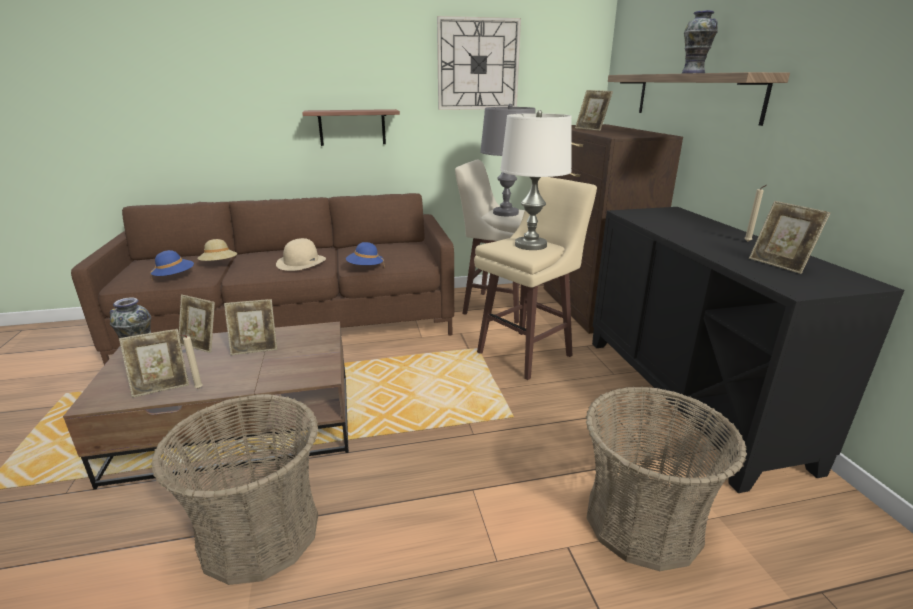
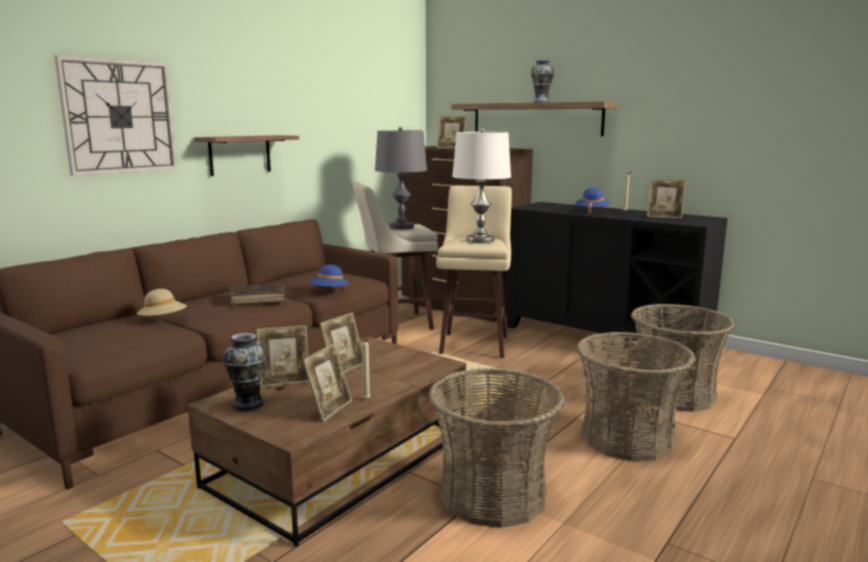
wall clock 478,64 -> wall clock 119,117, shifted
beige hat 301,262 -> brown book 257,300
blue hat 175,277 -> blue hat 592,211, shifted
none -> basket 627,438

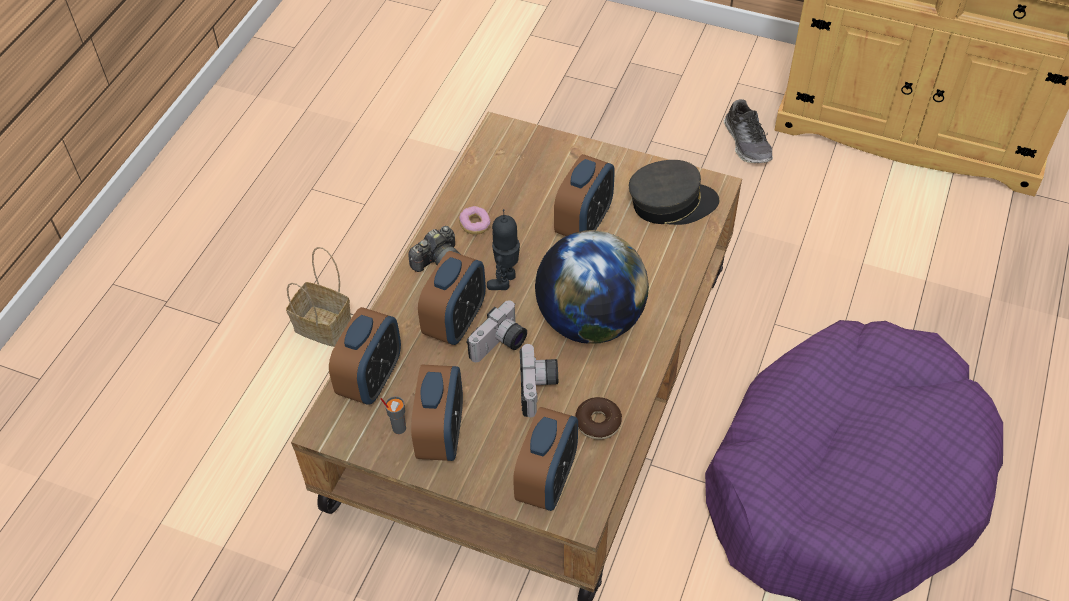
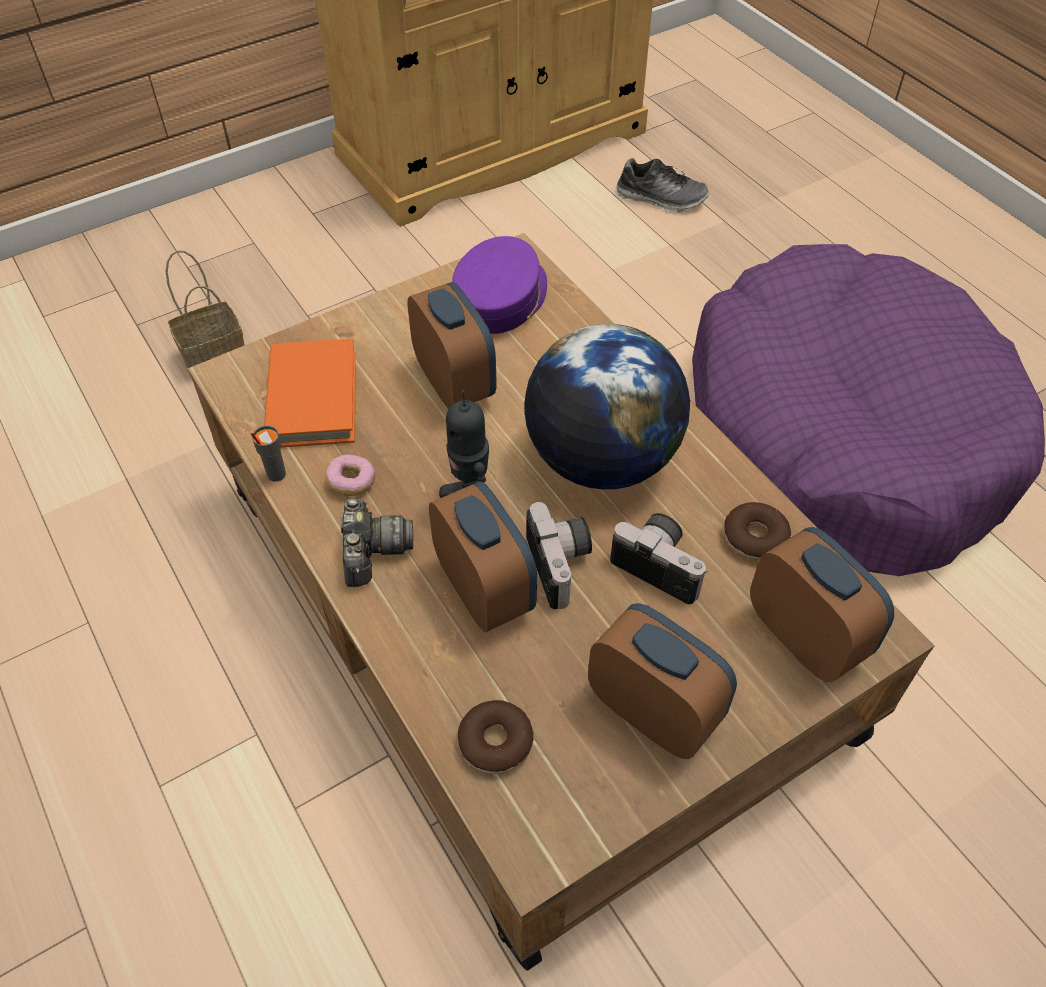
shoe 747,143 -> shoe 660,198, shifted
grey cap 671,203 -> purple cap 502,300
basket 325,326 -> basket 216,356, shifted
alarm clock 371,379 -> donut 495,742
grey cup 398,428 -> grey cup 276,474, shifted
none -> orange book 312,398

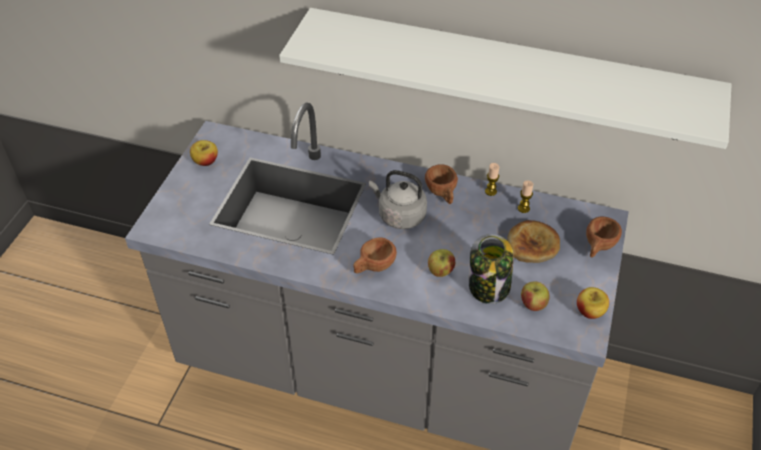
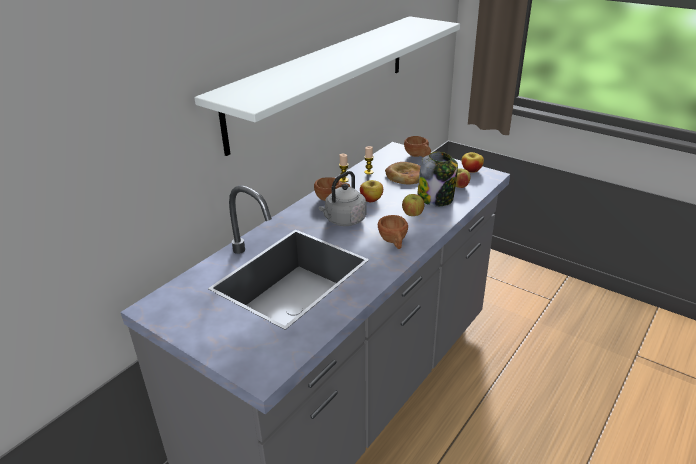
apple 205,161 -> apple 371,199, shifted

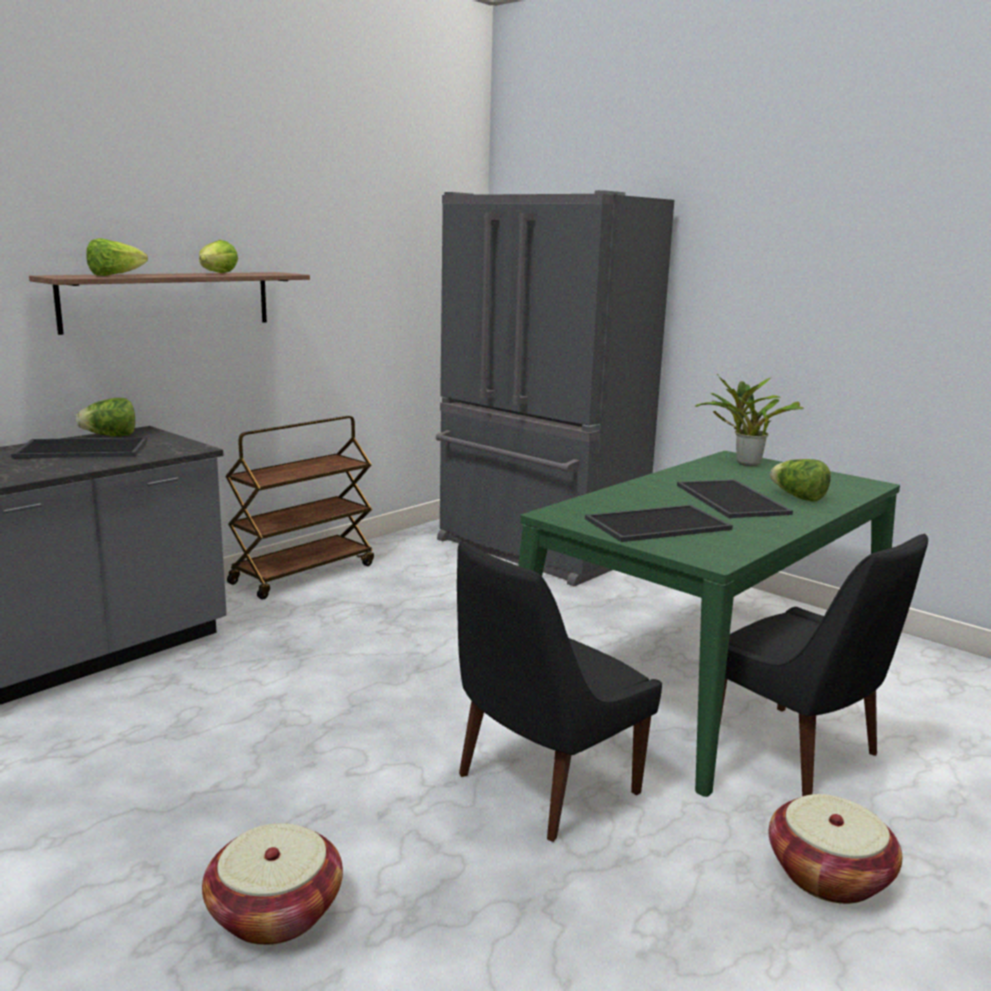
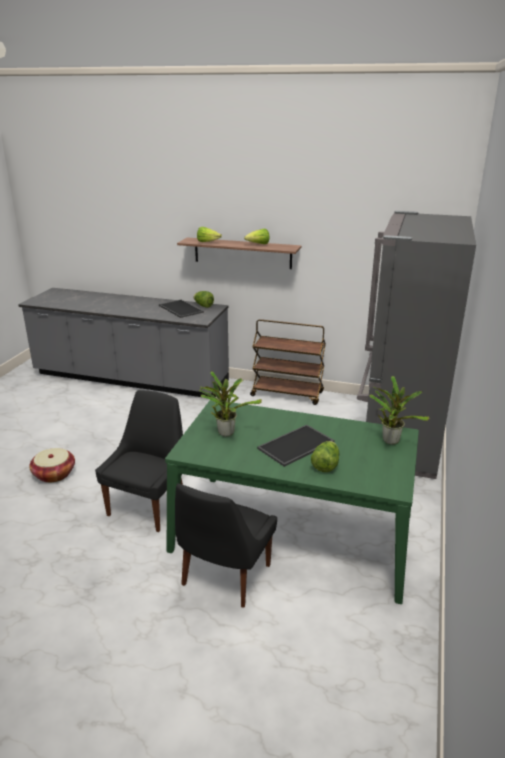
tray 657,525 -> potted plant 225,432
black chair 542,786 -> black chair 149,506, 90 degrees clockwise
basket 828,875 -> none

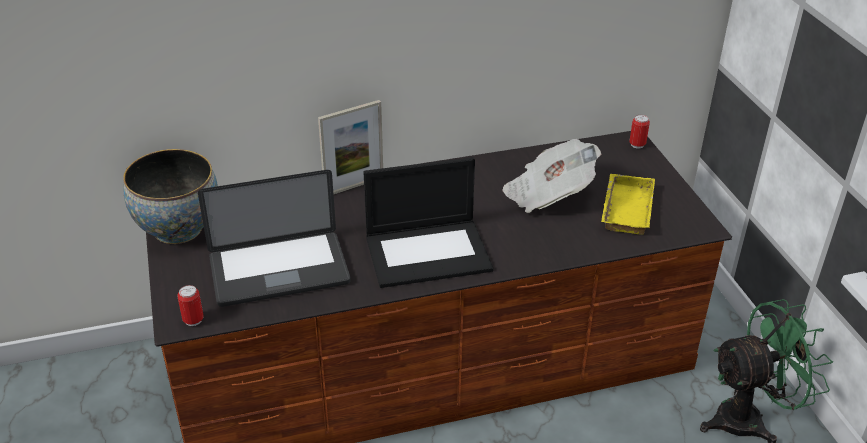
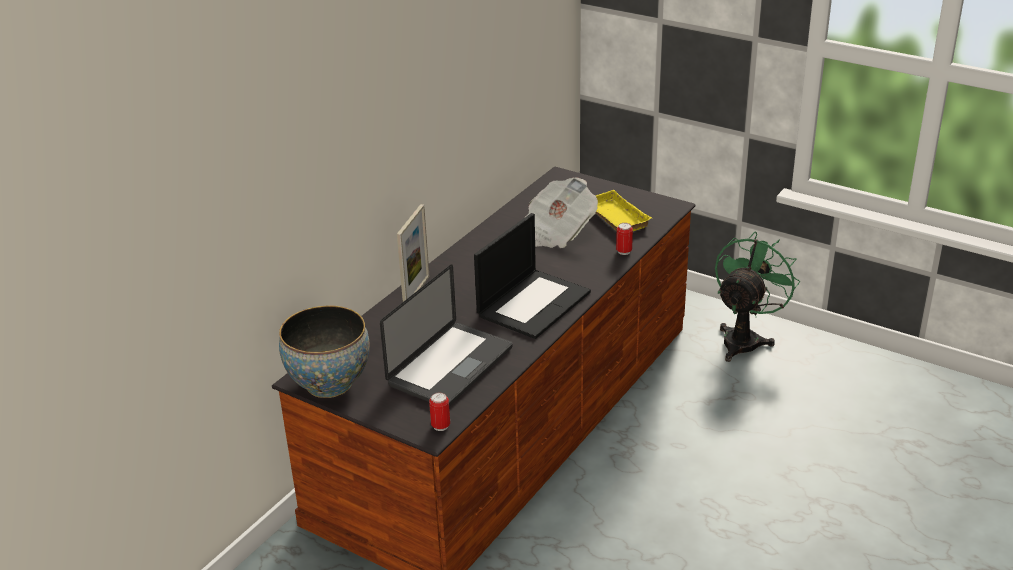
can 637,145 -> can 624,251, shifted

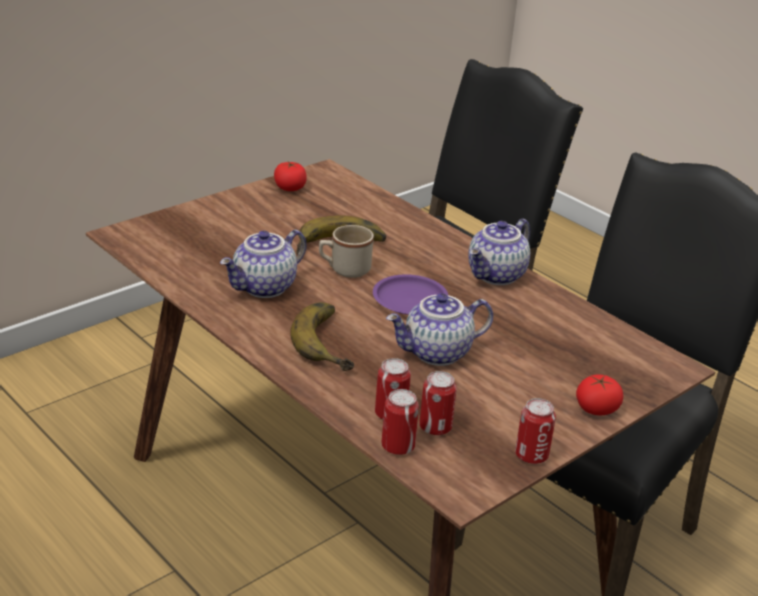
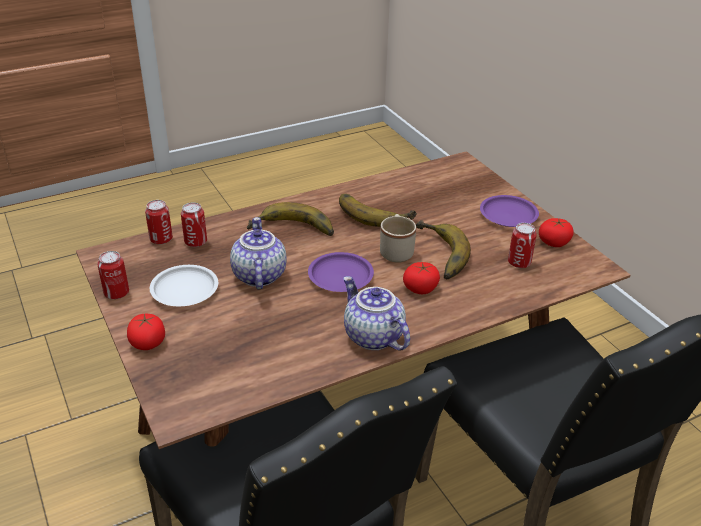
teapot 265,288 -> banana 374,212
can 435,427 -> can 519,263, shifted
none -> purple plate 508,215
none -> tomato 420,288
none -> white plate 185,289

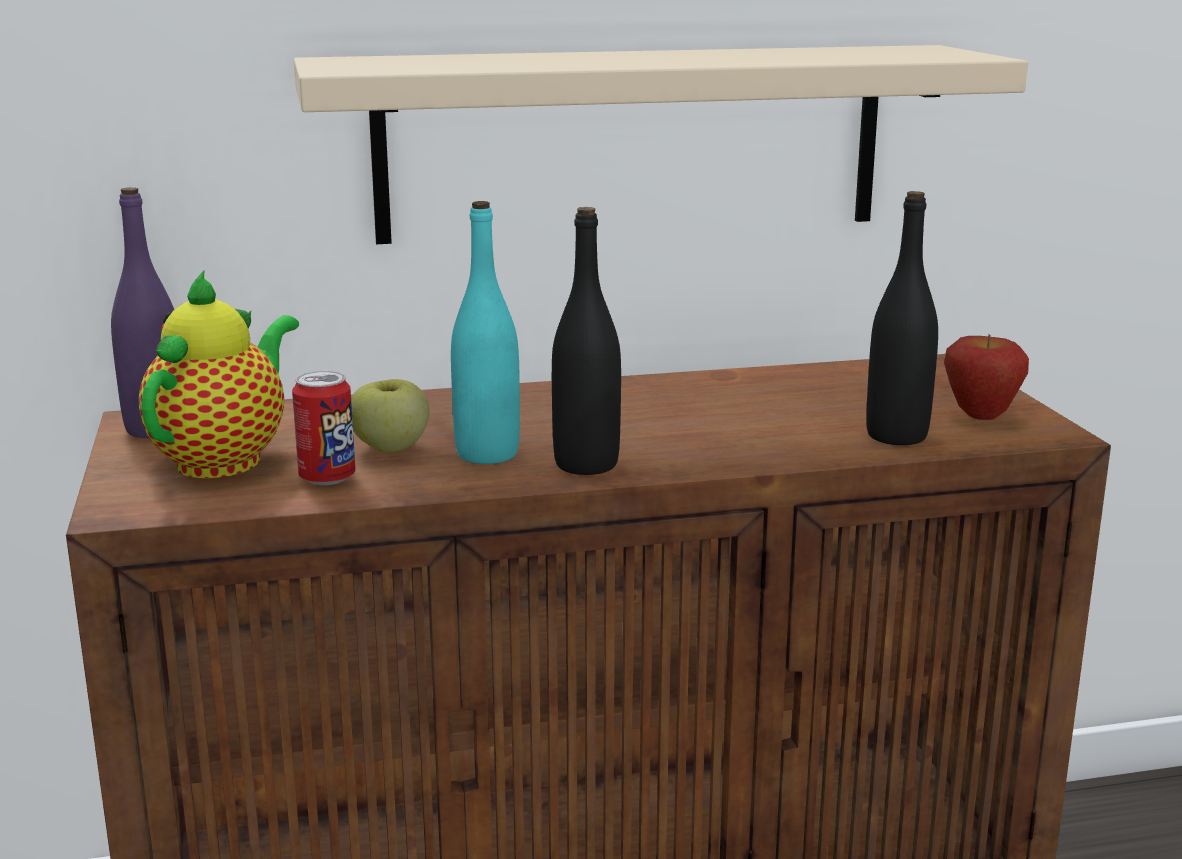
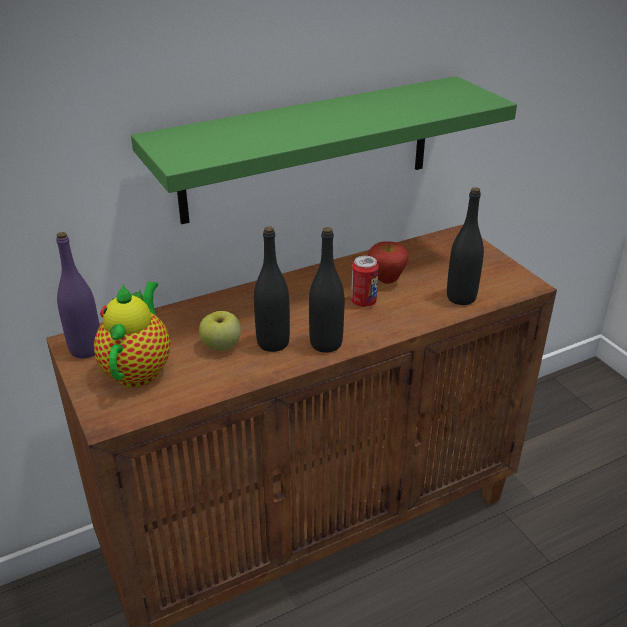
beige shelf 631,142 -> green shelf 308,149
turquoise bottle 487,454 -> black bottle 273,343
apple 980,417 -> apple 386,281, shifted
can 327,478 -> can 363,302, shifted

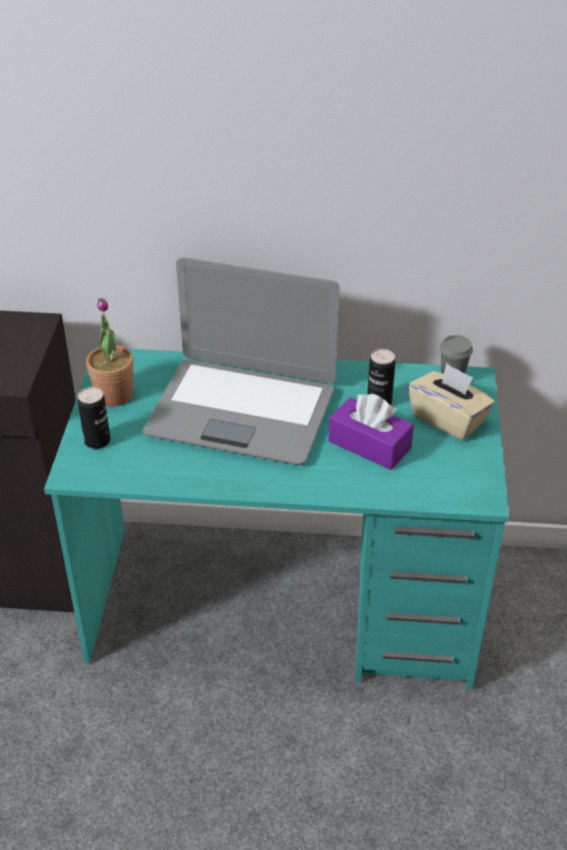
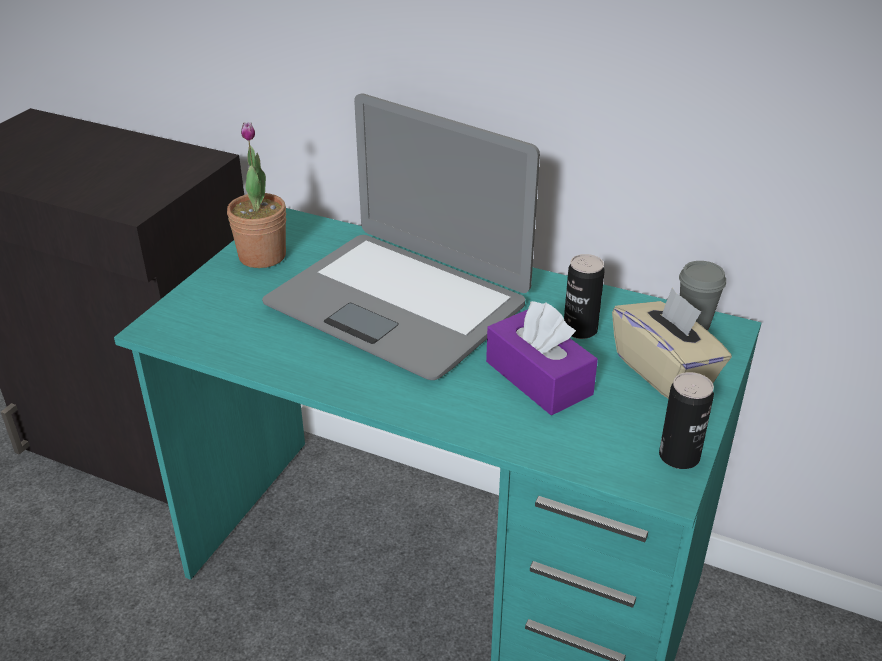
can 97,441 -> can 679,456, shifted

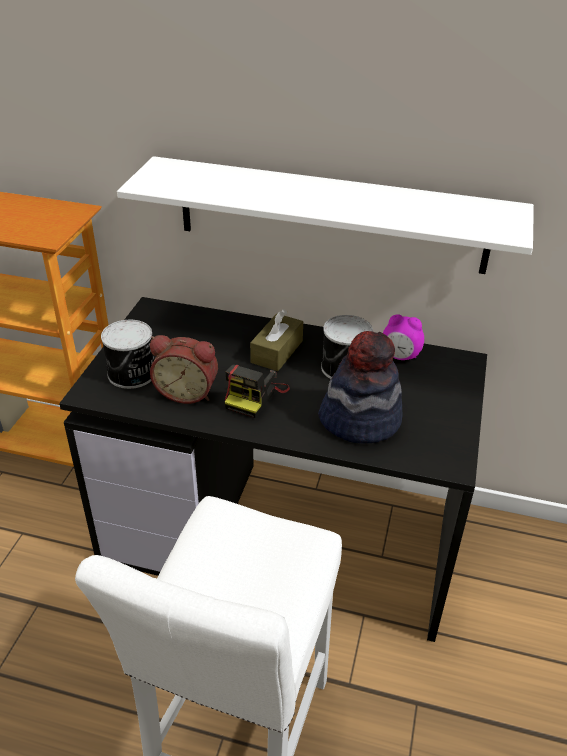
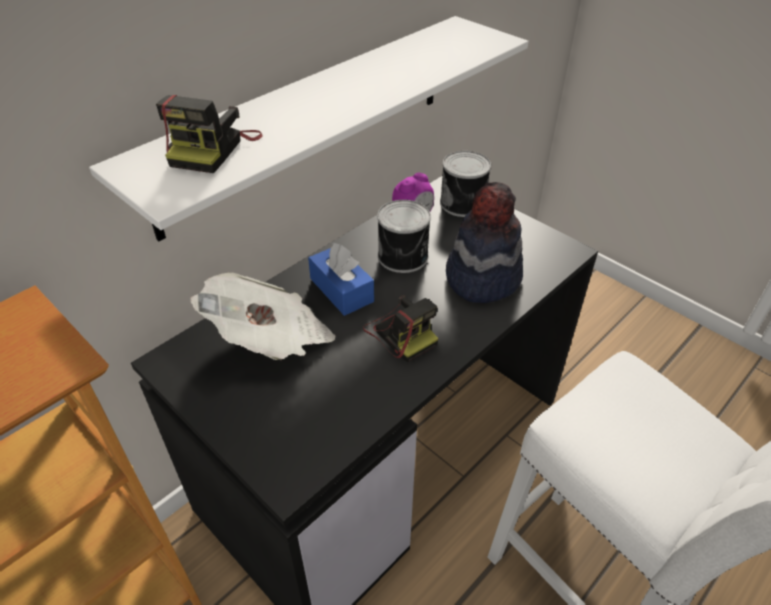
brown tissue box 277,351 -> blue tissue box 341,290
can 132,374 -> can 464,203, shifted
alarm clock 187,391 -> none
none -> photo camera 213,148
none -> newspaper 271,339

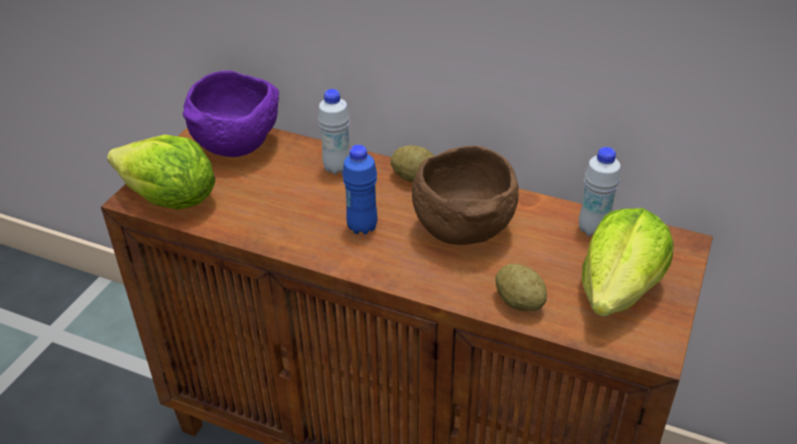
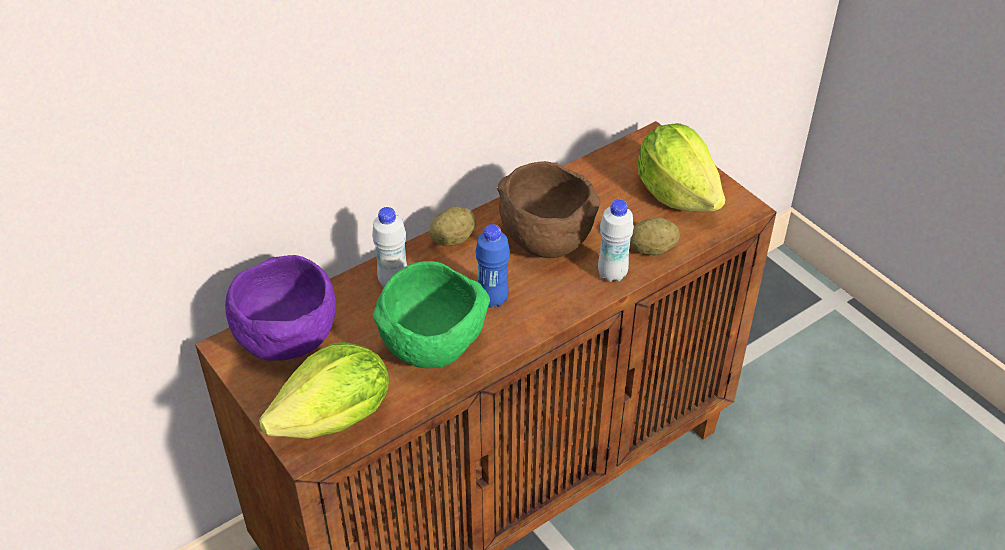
white bottle 593,229 -> white bottle 612,274, shifted
none -> green bowl 433,345

